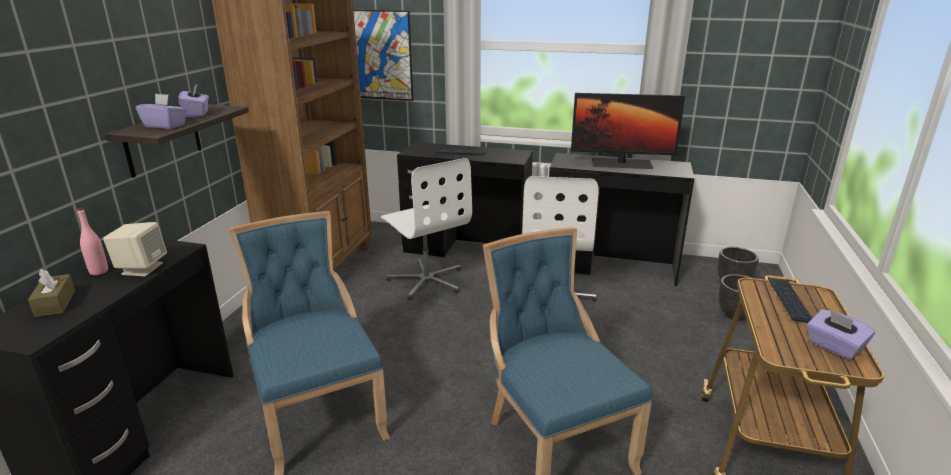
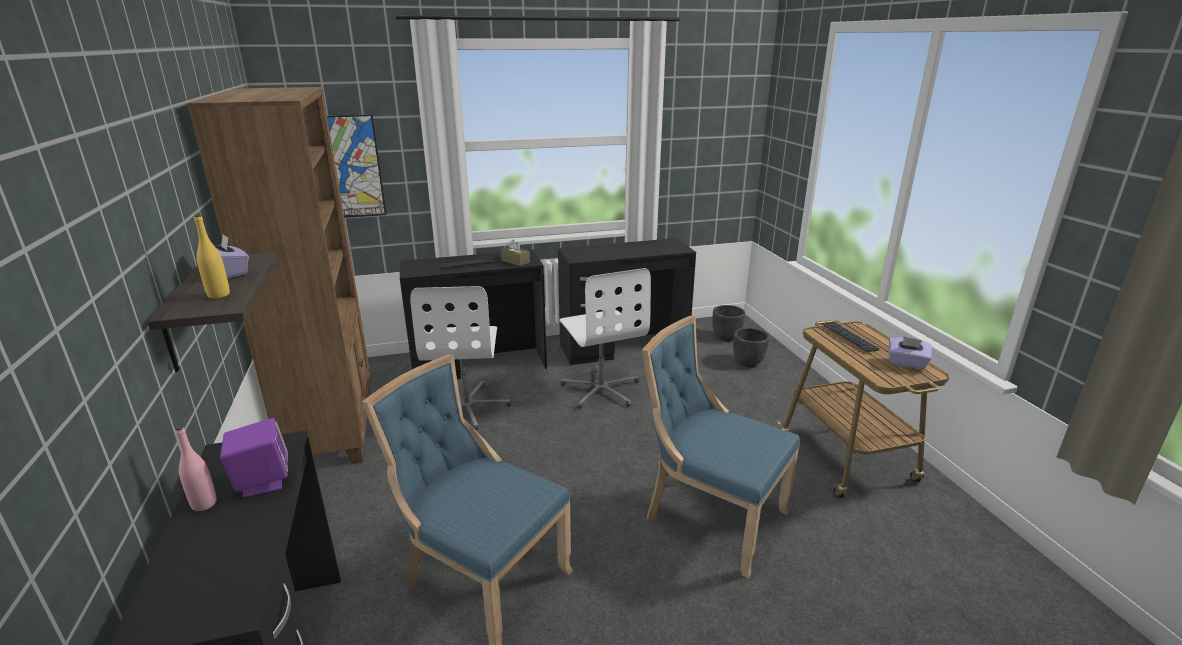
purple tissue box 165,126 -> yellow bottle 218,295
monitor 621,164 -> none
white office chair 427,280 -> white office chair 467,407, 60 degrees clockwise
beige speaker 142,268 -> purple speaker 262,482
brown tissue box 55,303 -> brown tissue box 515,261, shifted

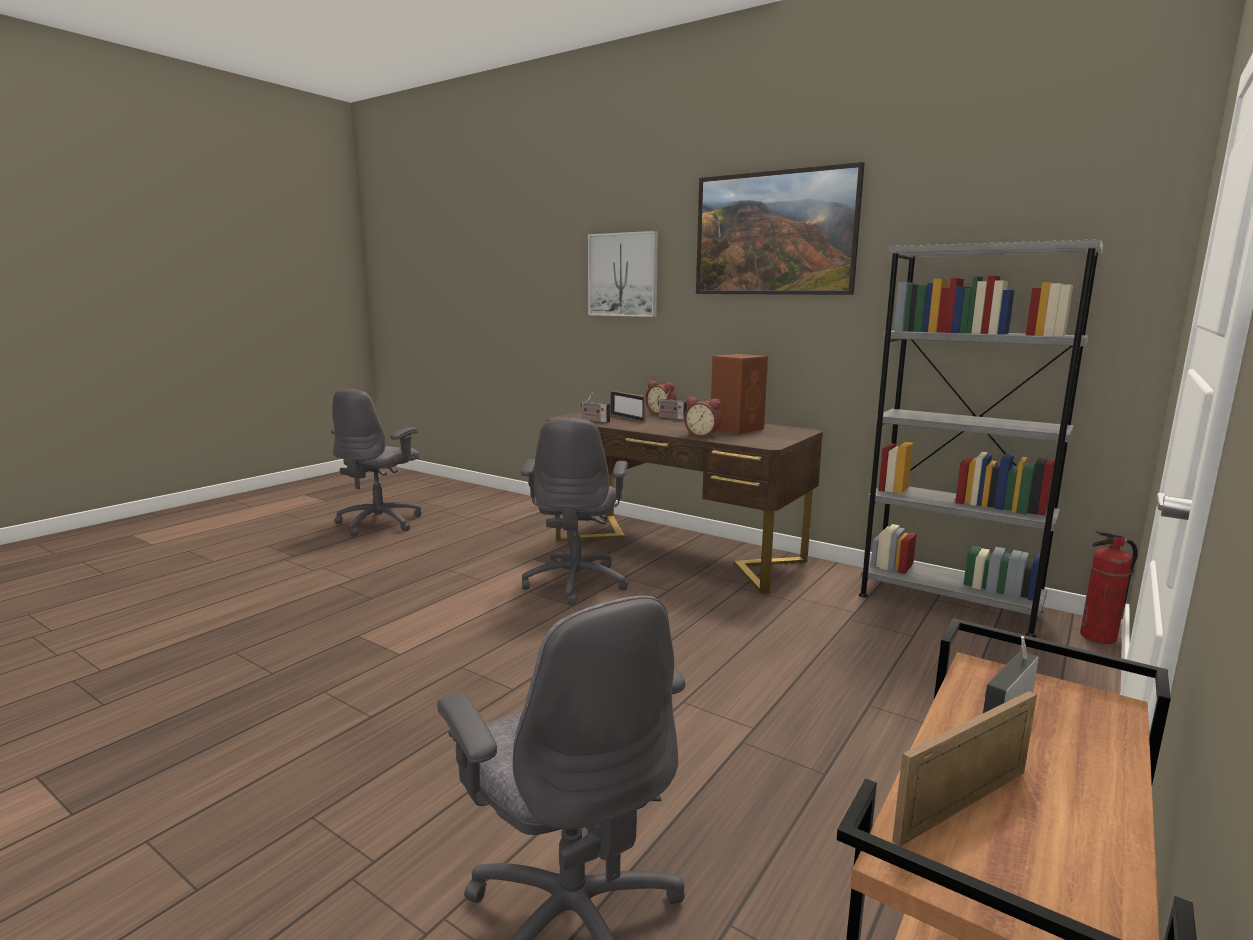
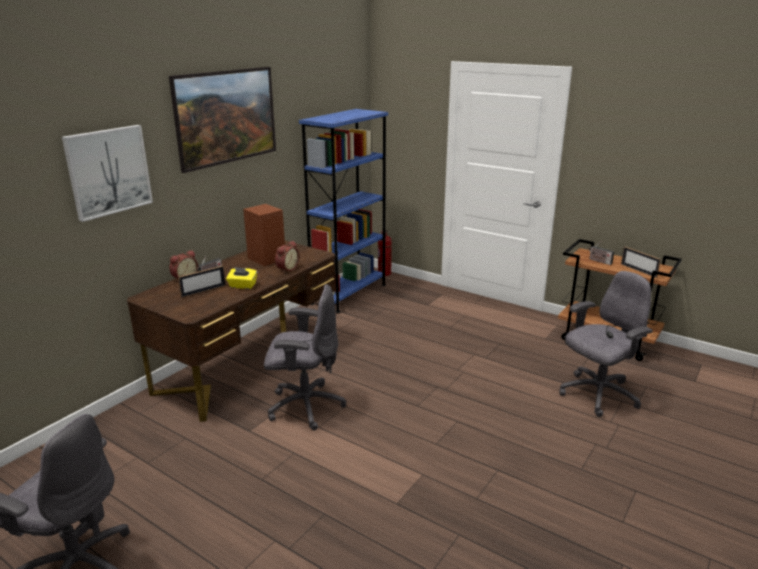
grey bookcase 948,603 -> blue bookcase 349,294
radio 594,420 -> none
none -> yellow tissue box 242,286

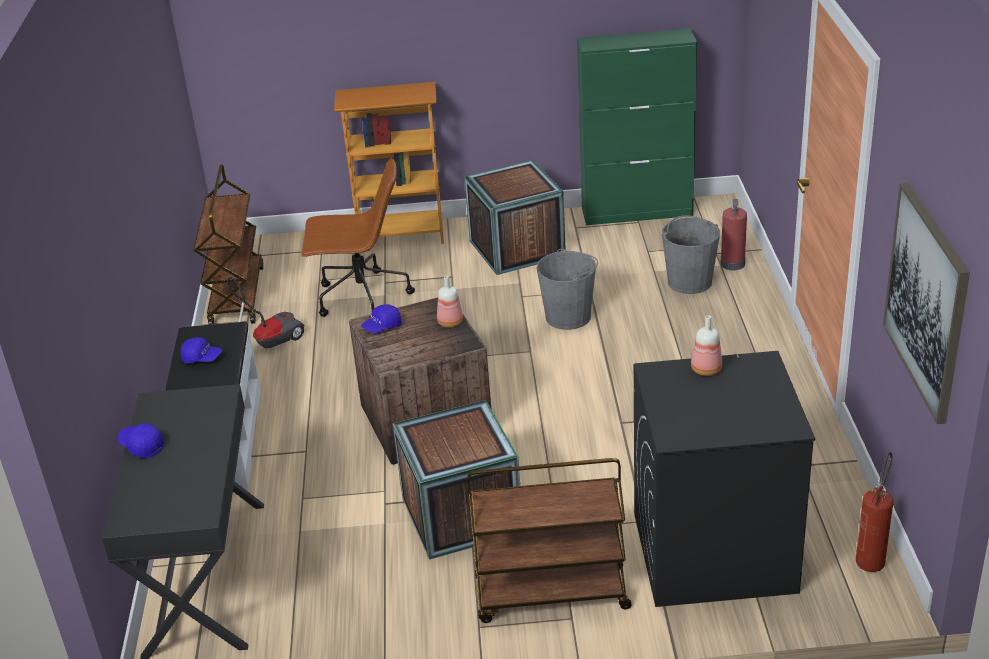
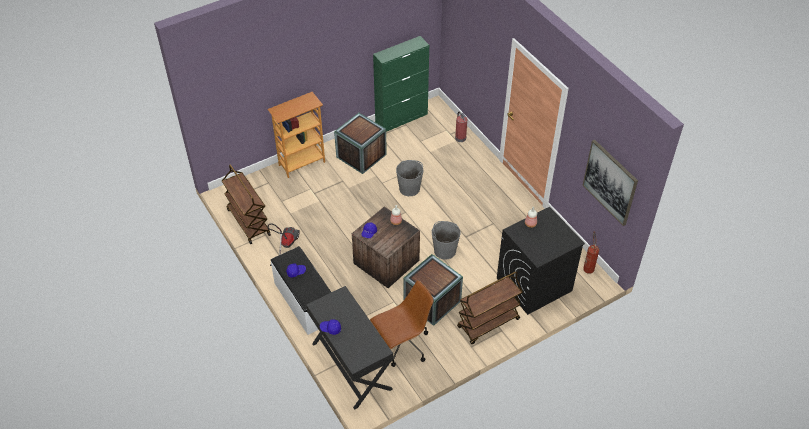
brown office chair 361,298 -> brown office chair 403,346, shifted
grey bucket 689,281 -> grey bucket 444,250, shifted

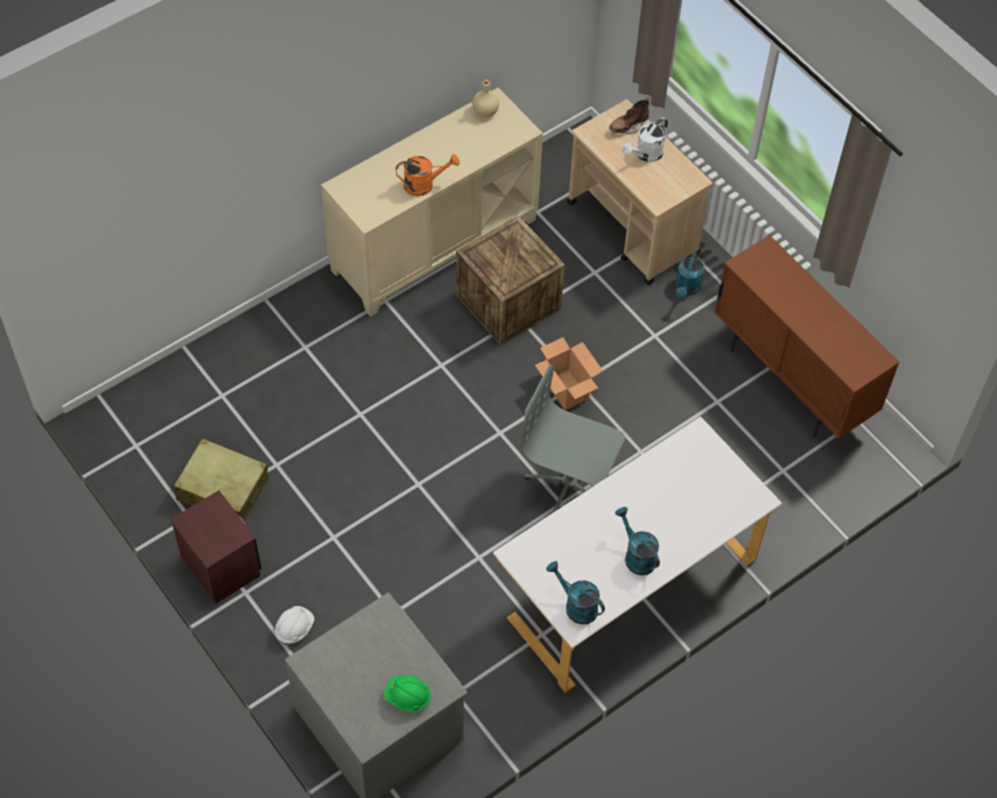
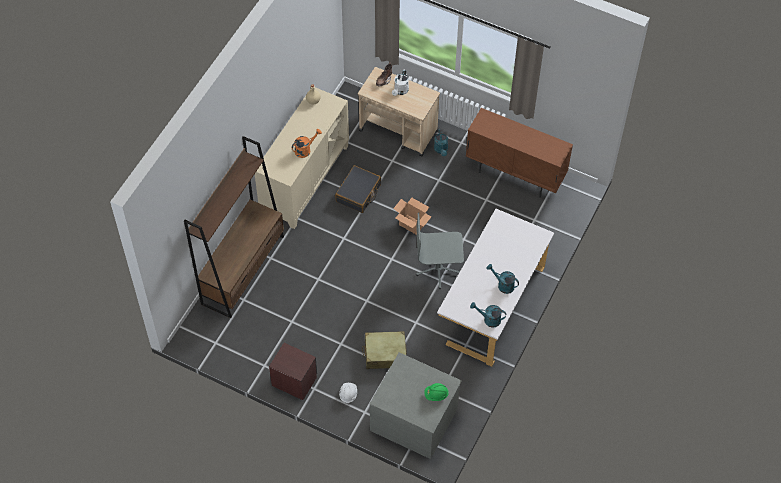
crate 508,302 -> black suitcase 358,193
beige suitcase 223,489 -> beige suitcase 385,354, shifted
none -> brown bookcase 243,270

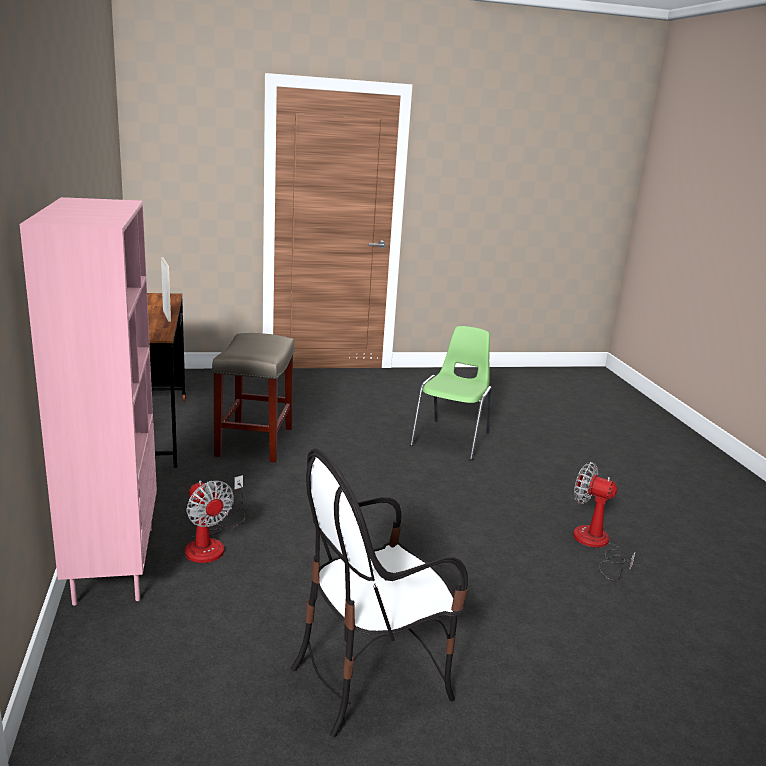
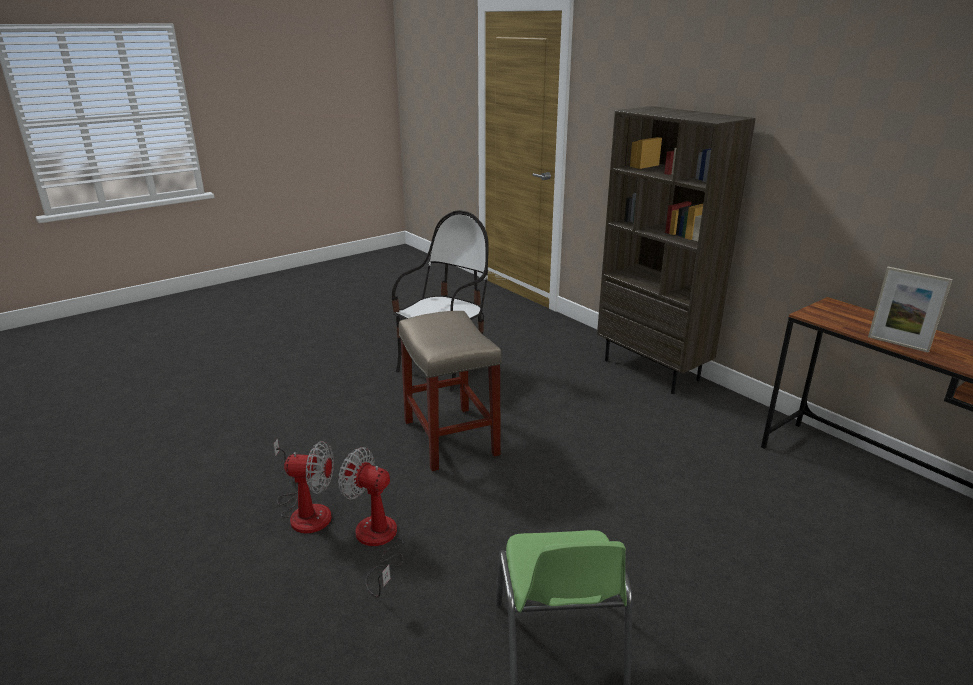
pink bookcase 113,563 -> brown bookcase 652,370
beige stool 255,442 -> beige stool 449,437, shifted
fan 211,543 -> fan 377,543, shifted

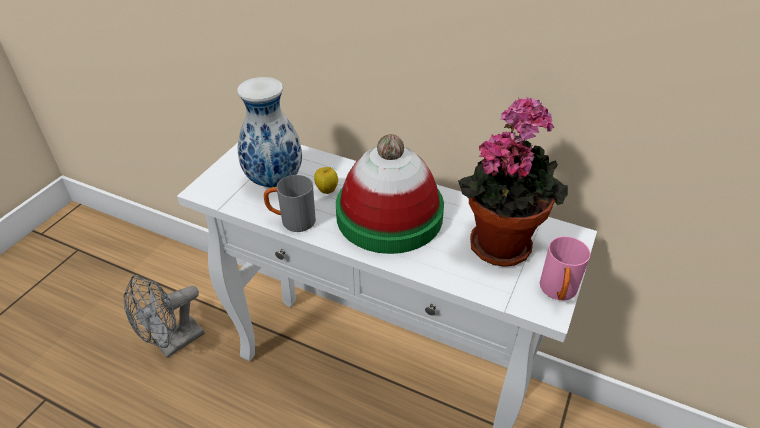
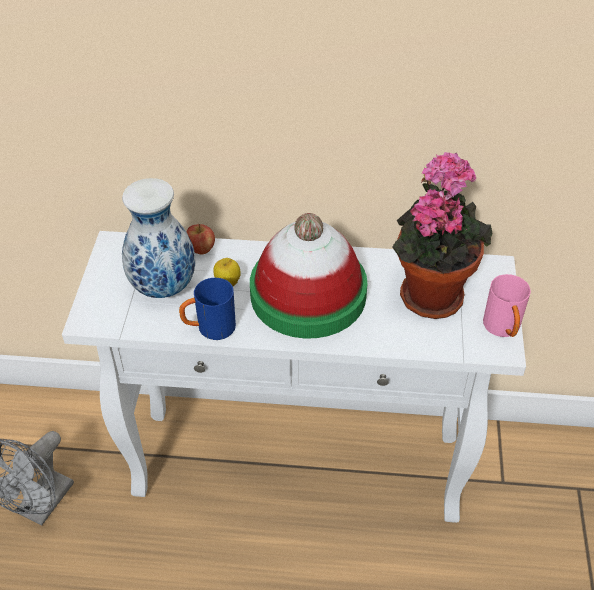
grey mug 292,221 -> blue mug 209,328
none -> apple 201,249

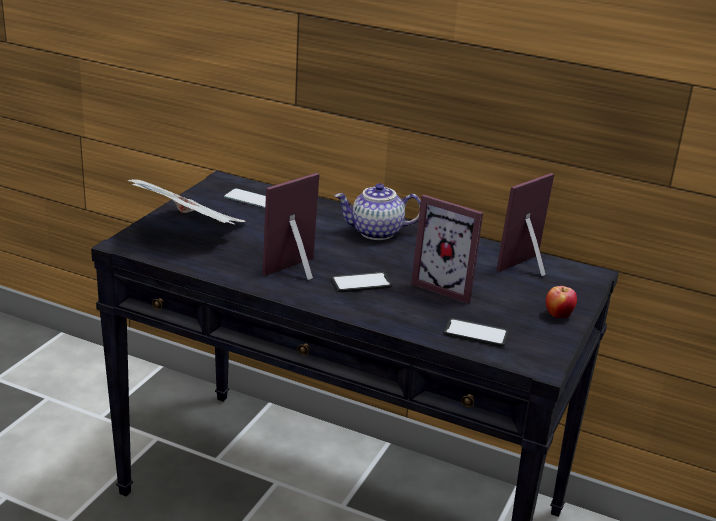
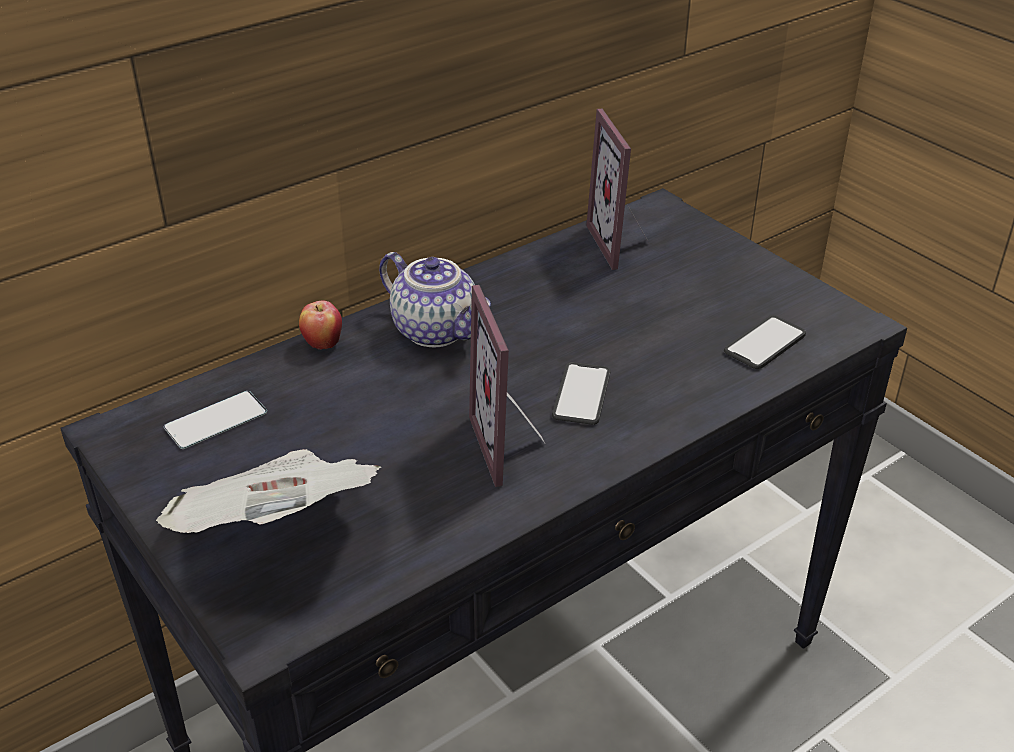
teapot 376,233 -> teapot 437,330, 75 degrees counterclockwise
picture frame 447,286 -> none
apple 558,315 -> apple 322,344, shifted

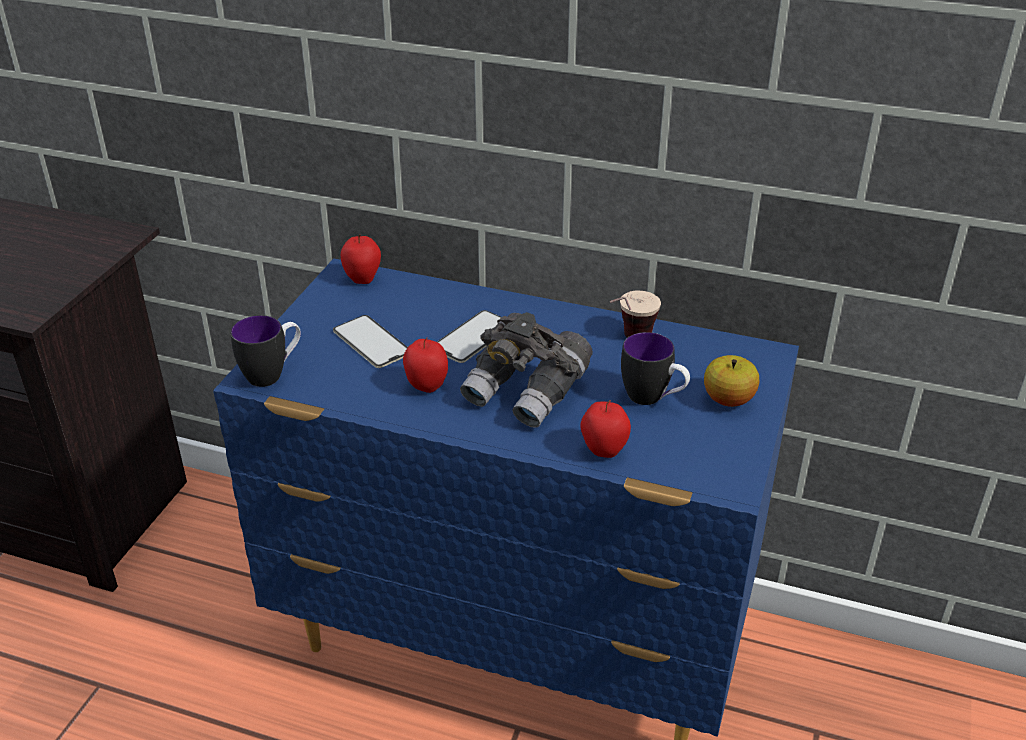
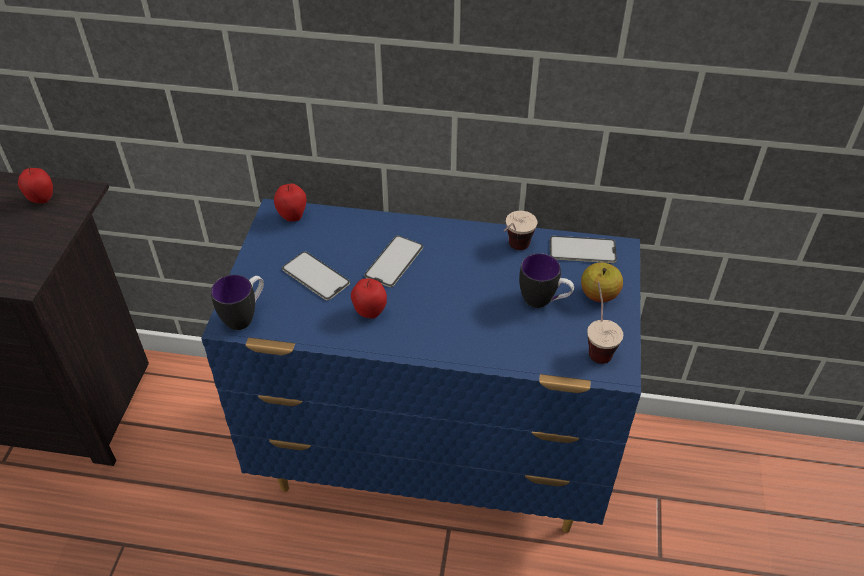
grey binoculars 527,392 -> none
apple 603,451 -> apple 42,199, shifted
none -> phone 582,250
none -> cup 597,344

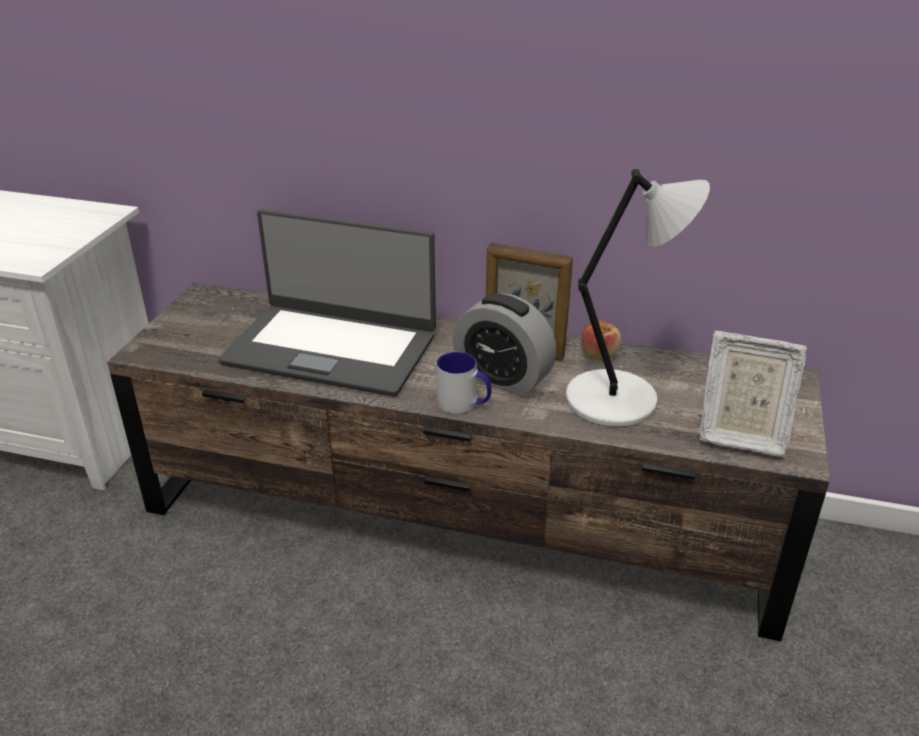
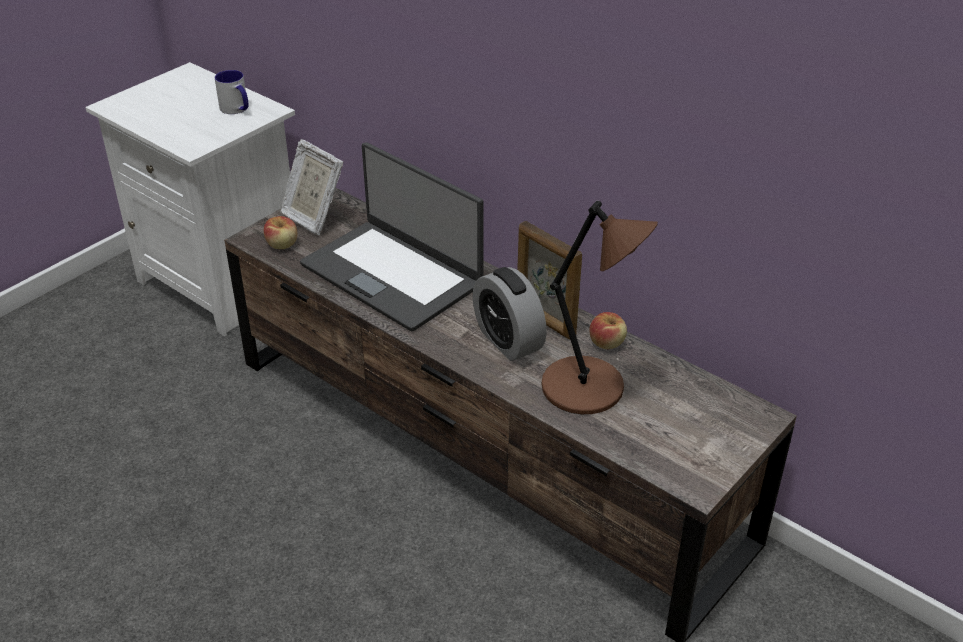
grey table lamp 617,400 -> brown table lamp 587,388
picture frame 740,435 -> picture frame 313,217, shifted
mug 464,404 -> mug 237,109, shifted
none -> apple 282,244

